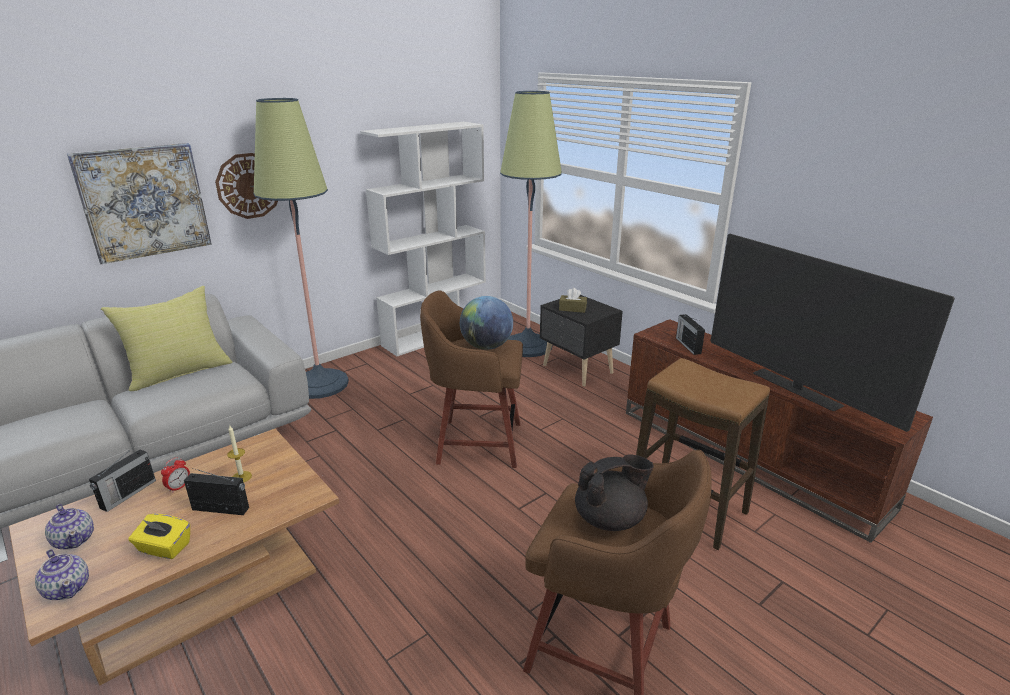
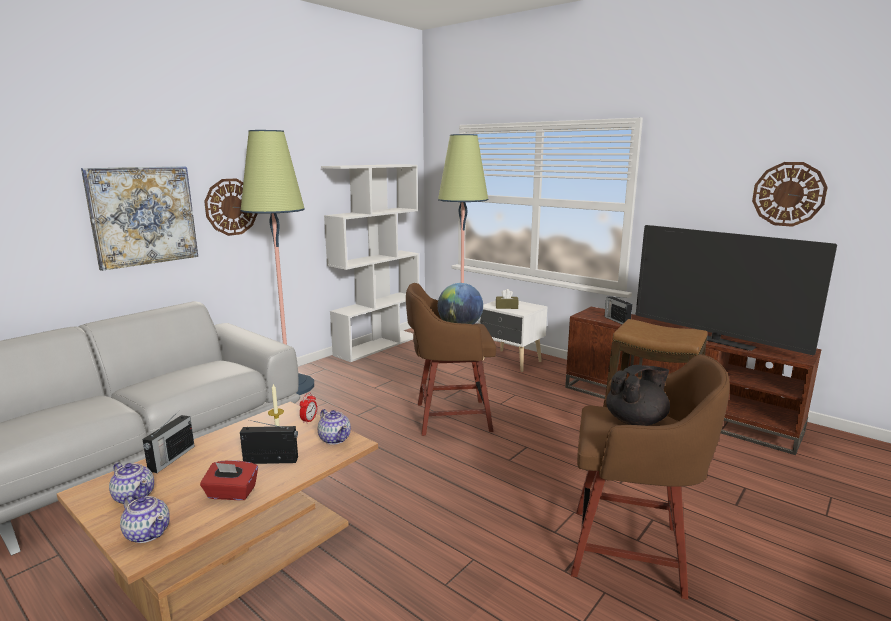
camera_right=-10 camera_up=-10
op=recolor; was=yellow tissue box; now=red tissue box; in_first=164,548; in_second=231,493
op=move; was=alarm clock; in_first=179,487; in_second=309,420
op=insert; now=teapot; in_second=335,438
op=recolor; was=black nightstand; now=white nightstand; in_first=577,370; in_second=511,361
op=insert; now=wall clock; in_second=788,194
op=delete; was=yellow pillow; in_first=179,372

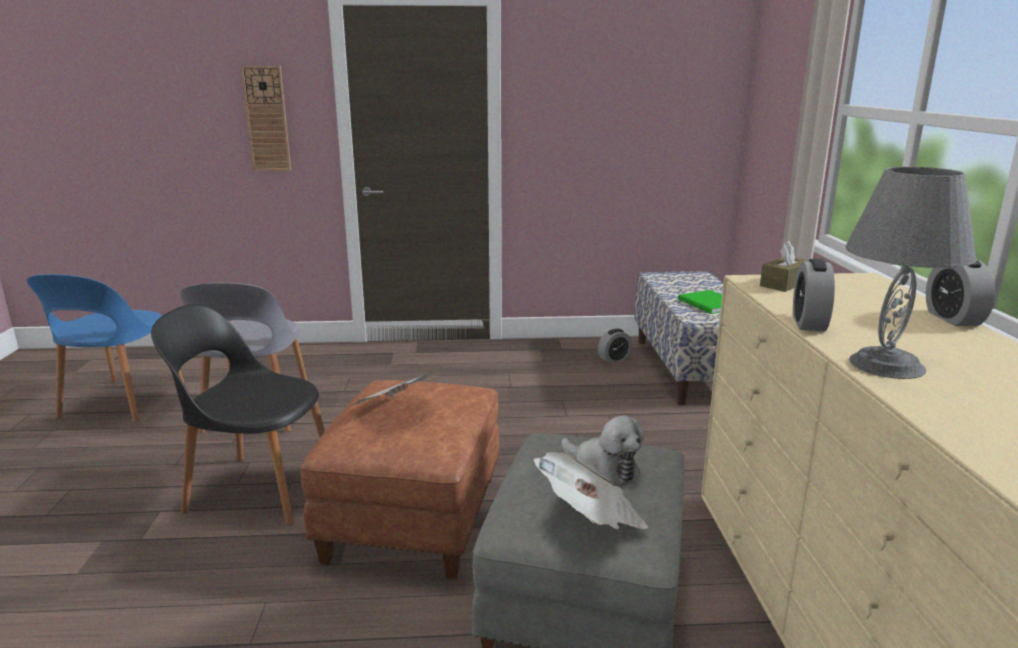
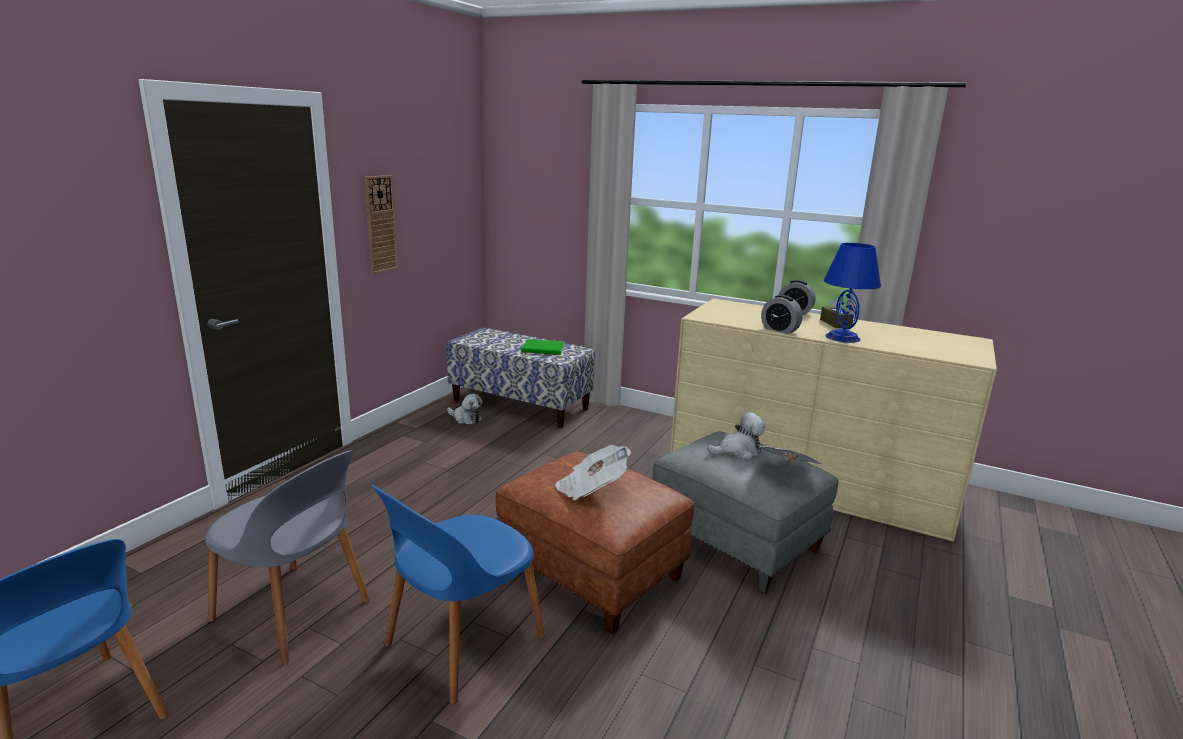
camera_right=-60 camera_up=0
op=move; was=wall clock; in_first=267,119; in_second=380,224
op=recolor; was=black chair; now=blue chair; in_first=258,489; in_second=461,643
op=replace; was=alarm clock; now=plush toy; in_first=614,359; in_second=465,418
op=move; was=brown tissue box; in_first=784,284; in_second=835,323
op=recolor; was=grey table lamp; now=blue table lamp; in_first=886,364; in_second=842,337

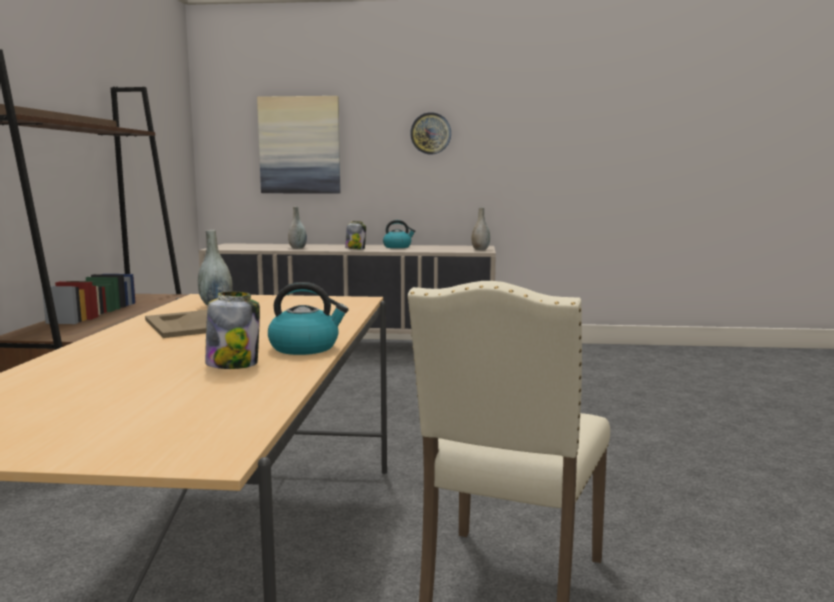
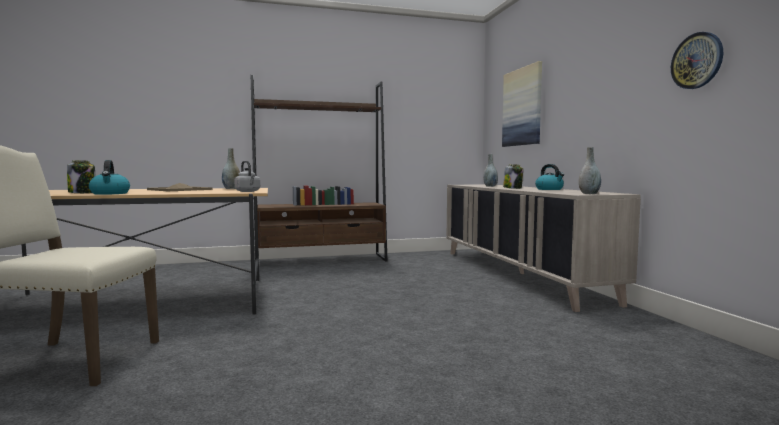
camera_right=70 camera_up=-5
op=insert; now=grey kettle; in_second=248,191
op=move; was=wall clock; in_first=430,133; in_second=697,61

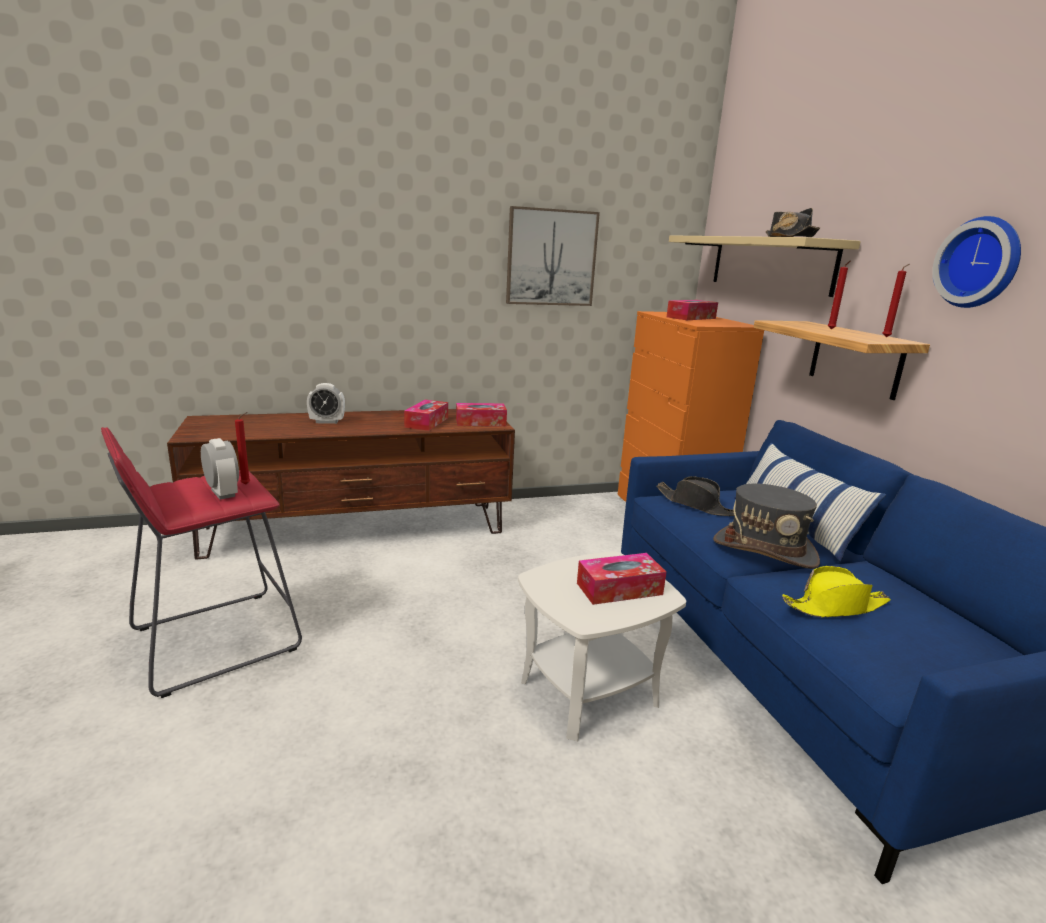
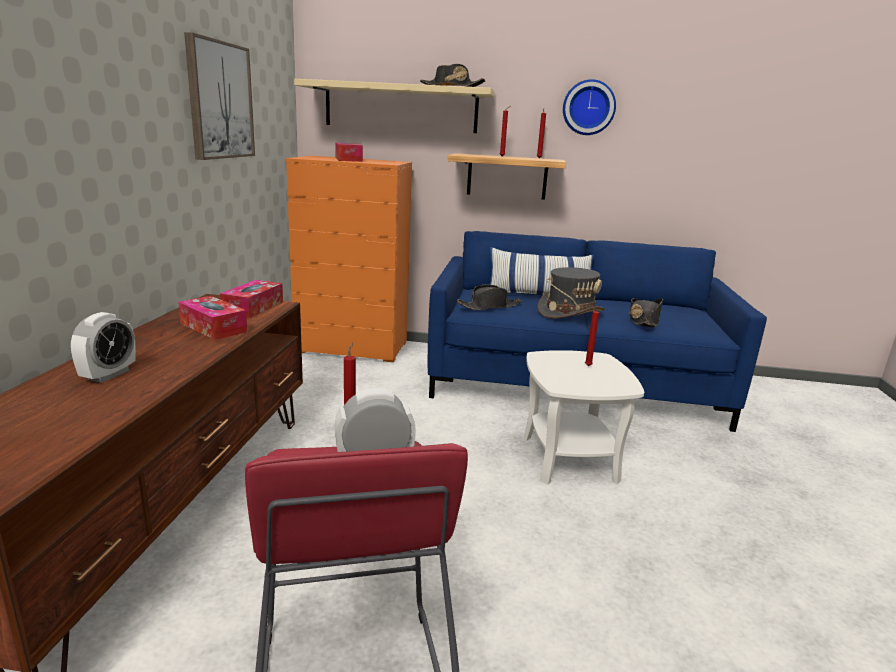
camera_right=-65 camera_up=0
op=replace; was=tissue box; now=red candle; in_first=619,589; in_second=586,366
op=recolor; was=yellow hat; now=black hat; in_first=835,606; in_second=643,320

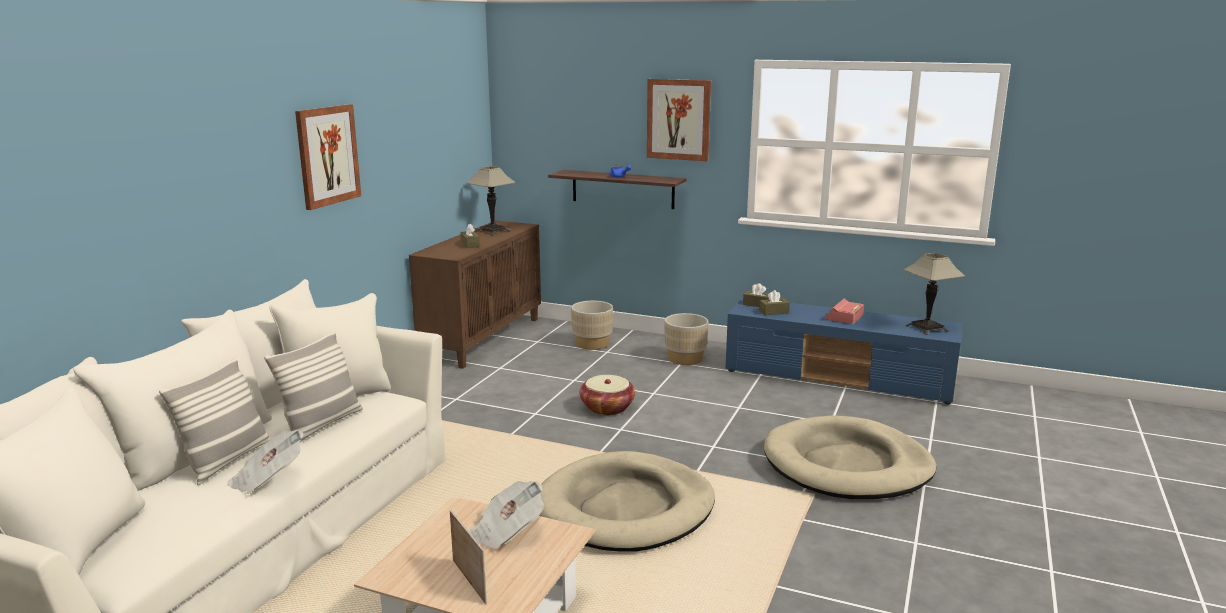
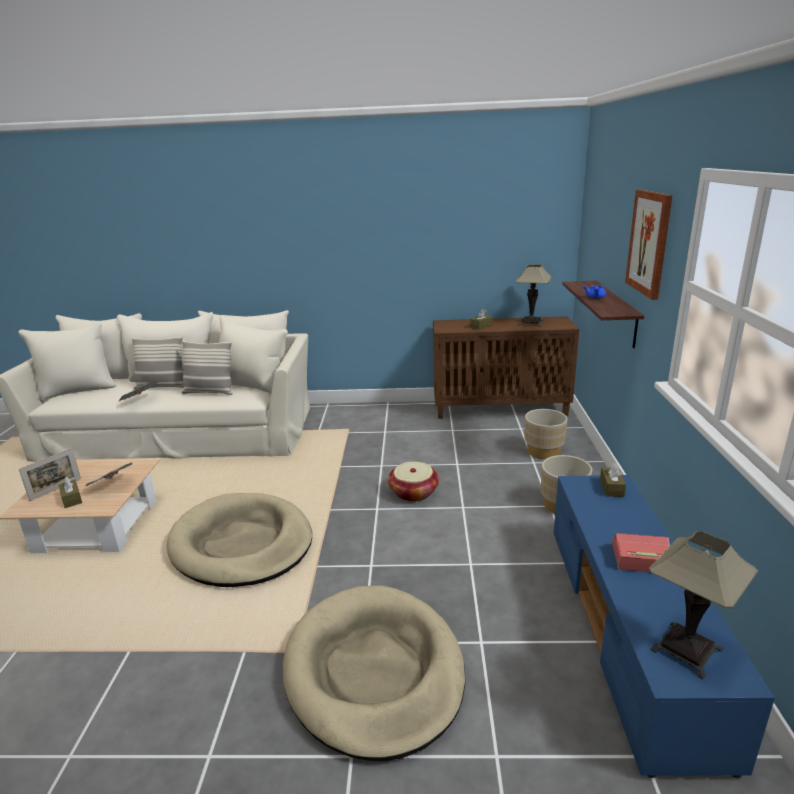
camera_right=70 camera_up=5
op=move; was=brown tissue box; in_first=773,312; in_second=71,499
op=delete; was=picture; in_first=327,155

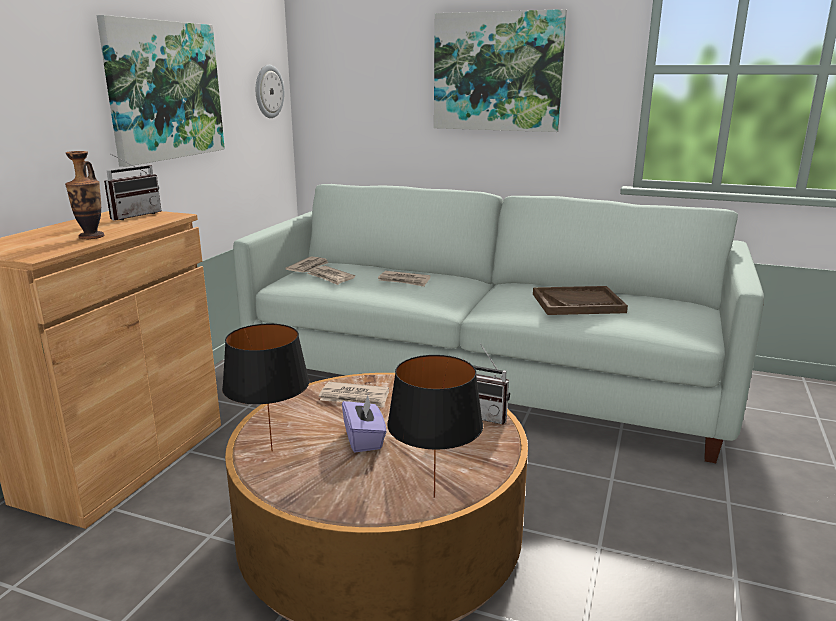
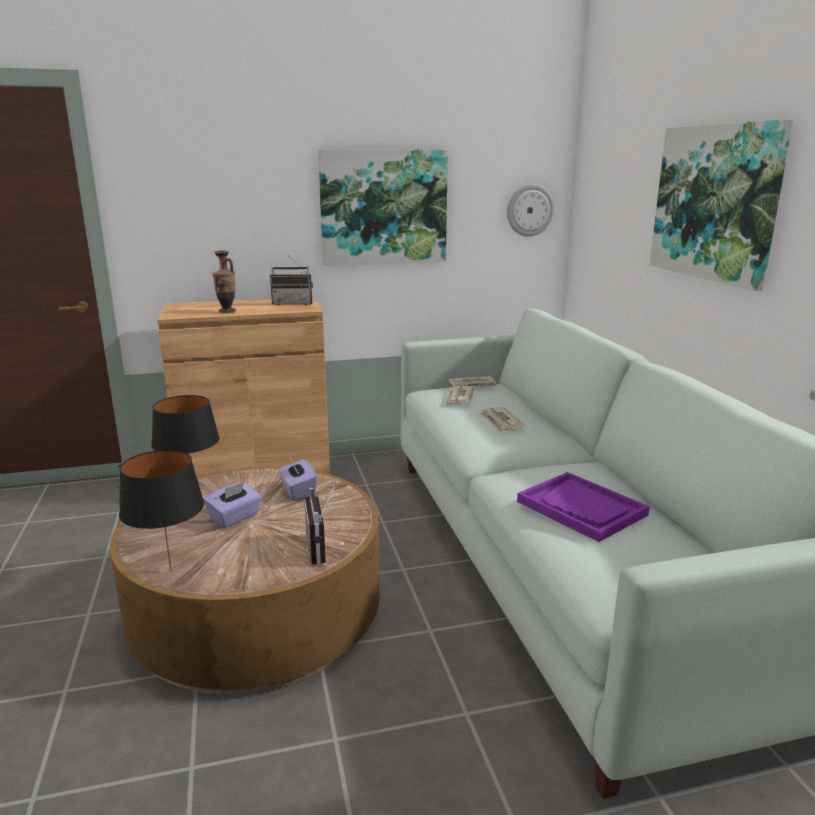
camera_right=55 camera_up=0
op=replace; was=newspaper; now=purple tissue box; in_first=354,397; in_second=298,492
op=recolor; was=brown tray; now=purple tray; in_first=578,303; in_second=581,508

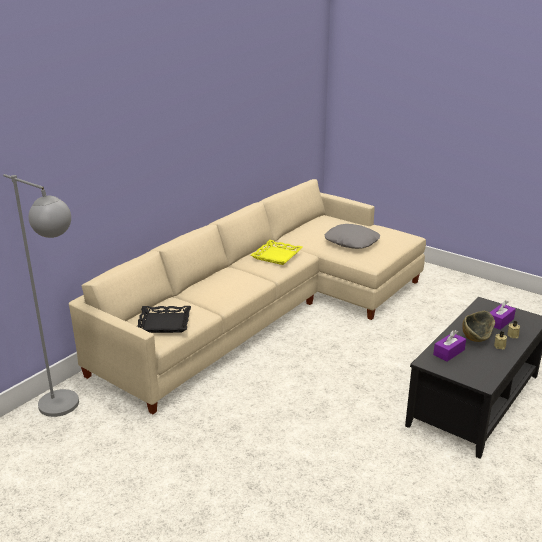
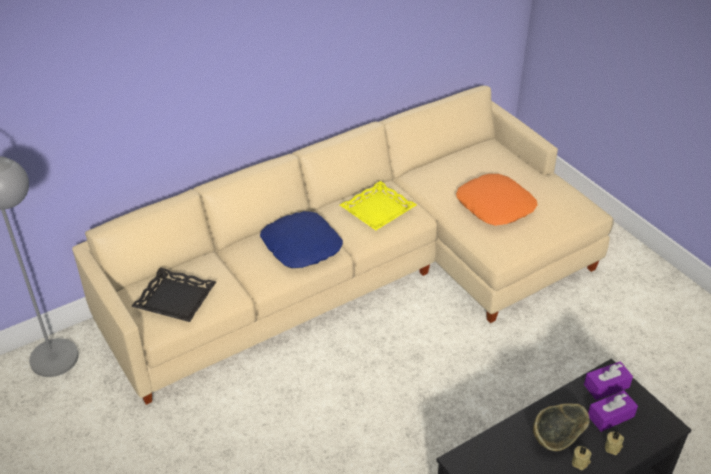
camera_right=20 camera_up=15
op=insert; now=blue pillow; in_second=301,246
op=recolor; was=grey pillow; now=orange pillow; in_first=352,242; in_second=495,206
op=move; was=purple tissue box; in_first=449,352; in_second=606,386

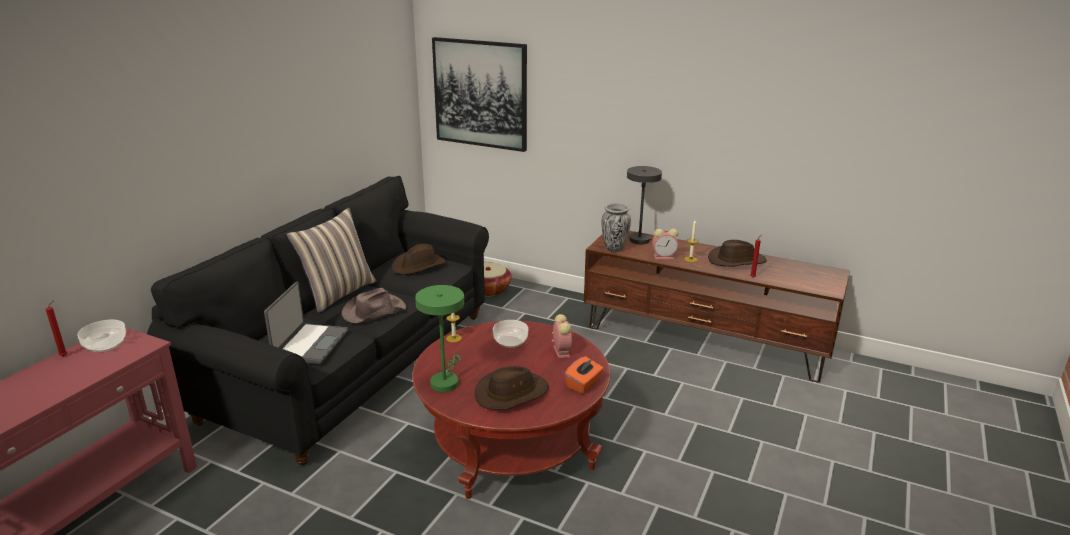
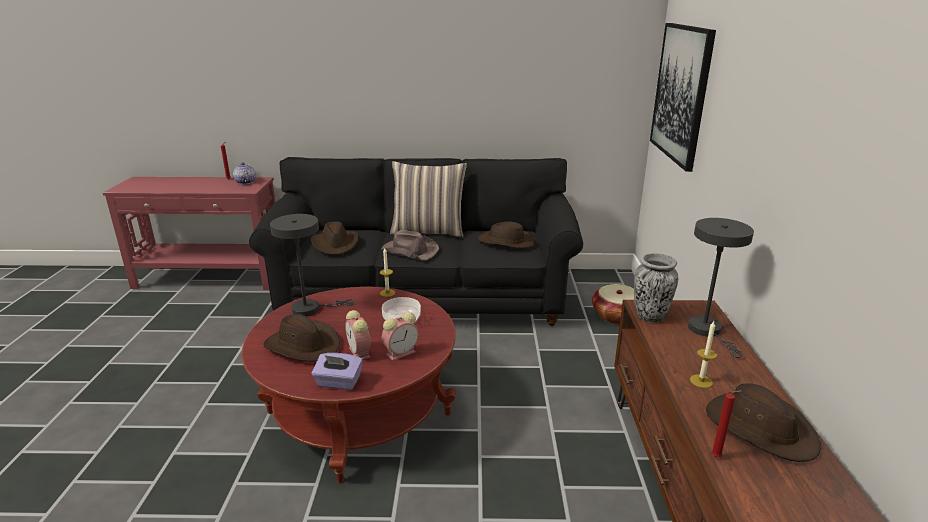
camera_right=65 camera_up=0
op=replace; was=bowl; now=teapot; in_first=105,345; in_second=245,182
op=recolor; was=green table lamp; now=grey table lamp; in_first=445,381; in_second=311,309
op=replace; was=laptop; now=brown hat; in_first=310,344; in_second=335,244
op=recolor; was=orange tissue box; now=purple tissue box; in_first=583,385; in_second=338,383
op=move; was=alarm clock; in_first=664,257; in_second=360,353

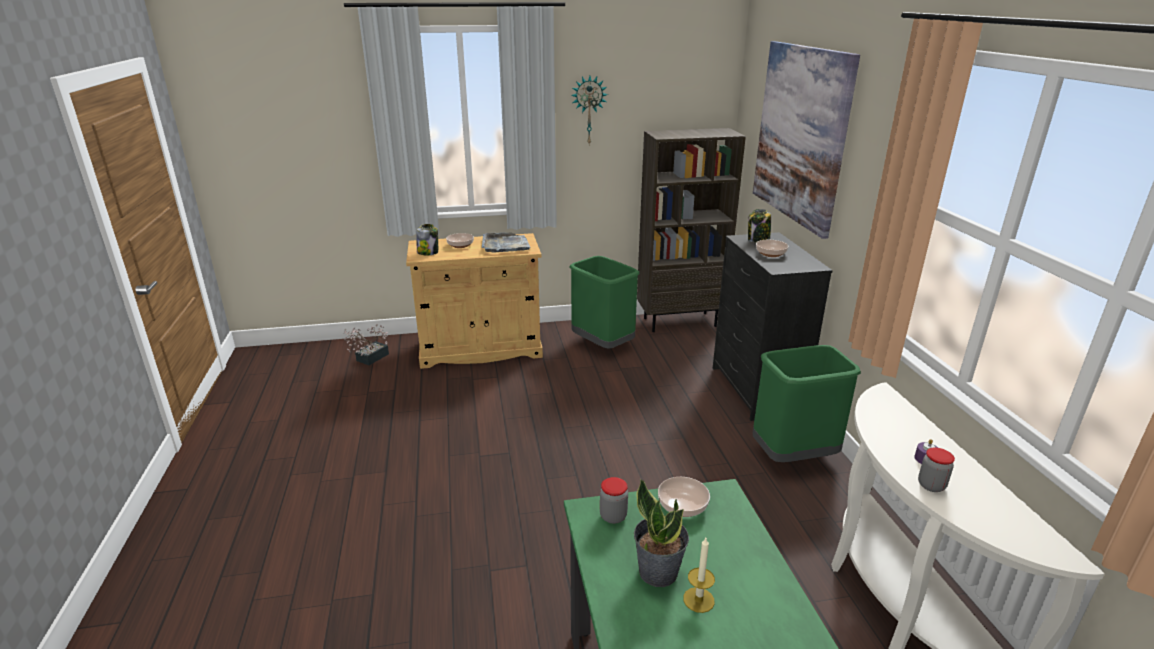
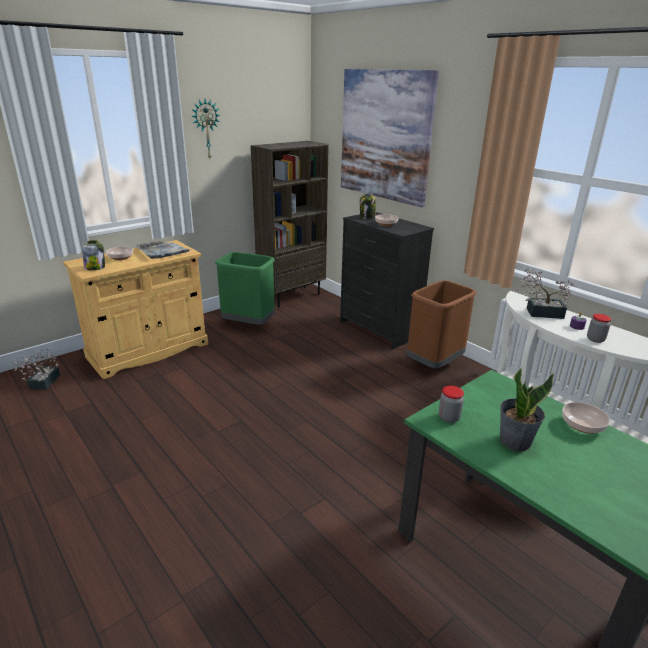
camera_right=-30 camera_up=0
op=recolor; was=green trash can; now=brown trash can; in_first=793,455; in_second=434,363
op=insert; now=potted plant; in_second=540,312
op=move; was=bowl; in_first=682,506; in_second=582,426
op=delete; was=candle; in_first=698,600

